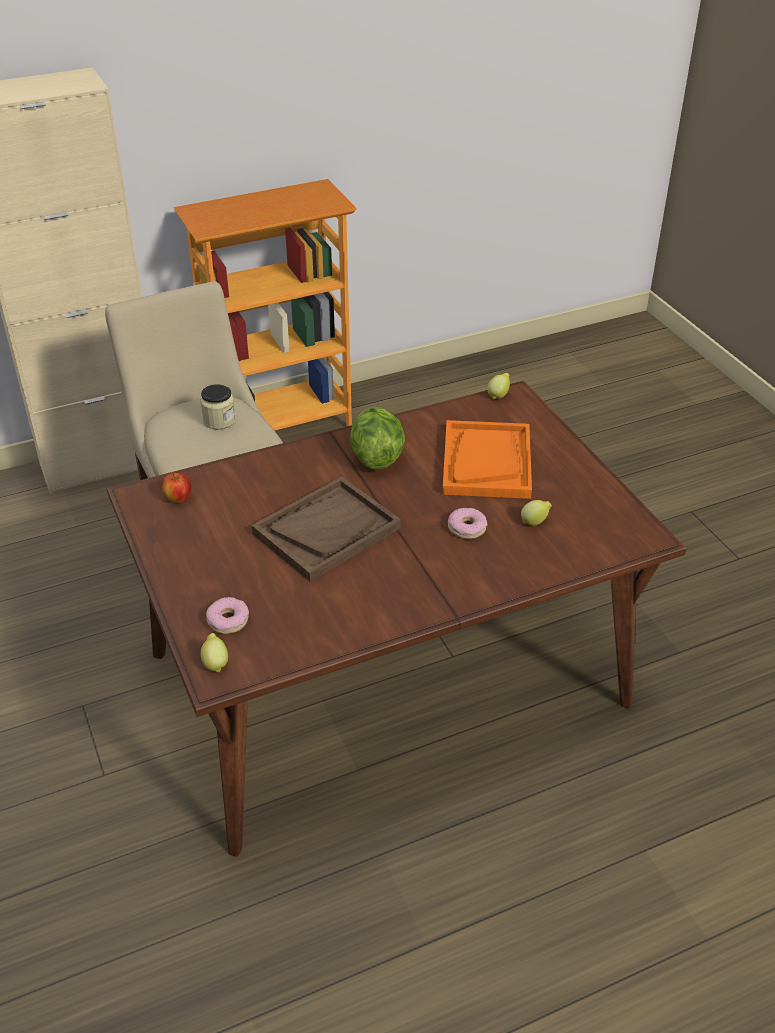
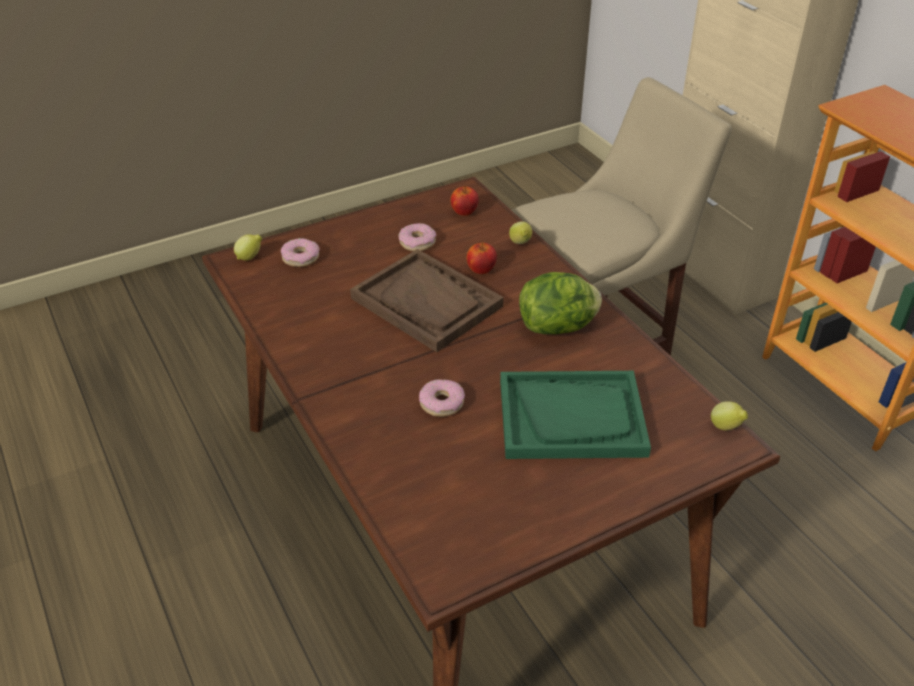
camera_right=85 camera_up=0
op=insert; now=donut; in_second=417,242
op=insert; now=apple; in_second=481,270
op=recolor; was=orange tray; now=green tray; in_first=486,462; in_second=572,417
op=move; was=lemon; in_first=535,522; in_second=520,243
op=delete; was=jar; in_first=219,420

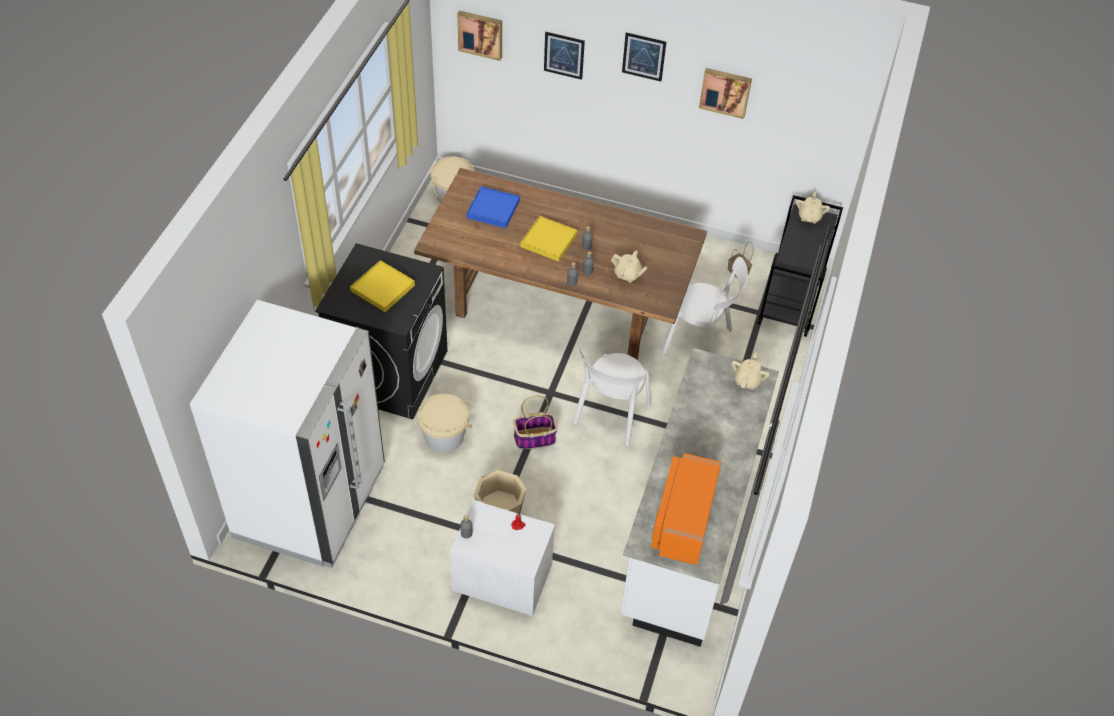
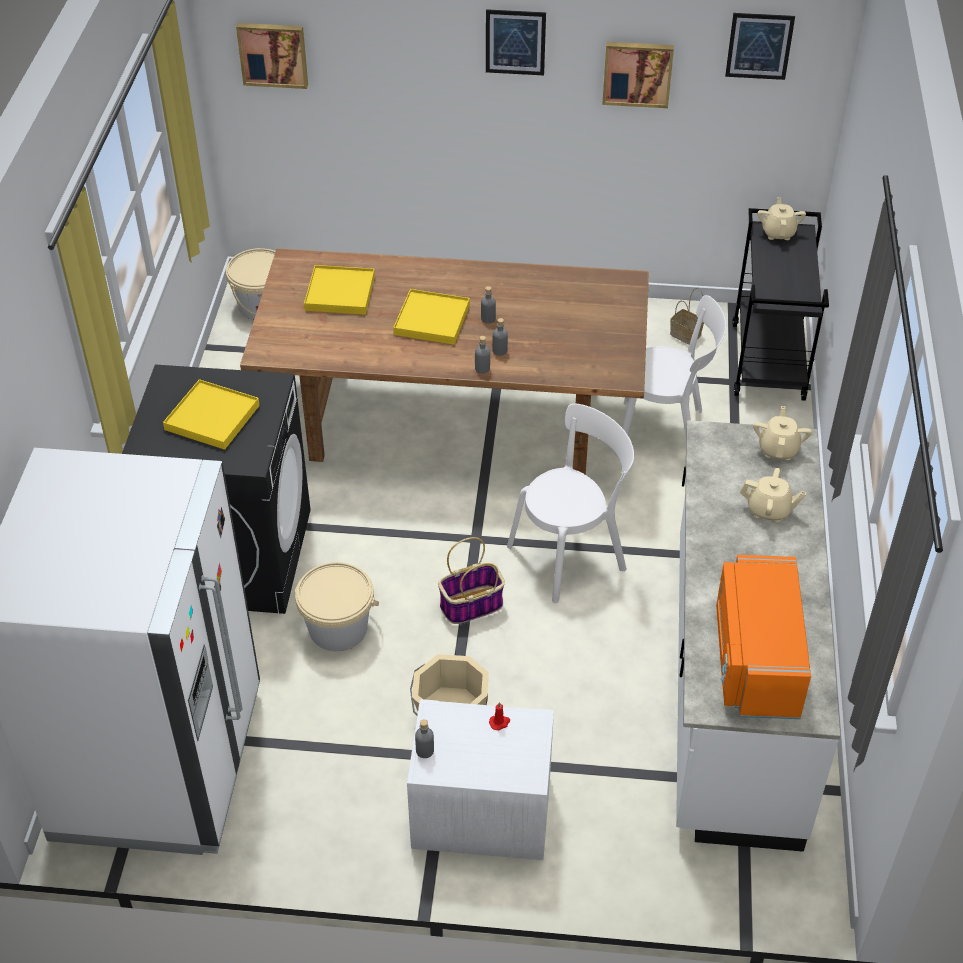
camera_right=-10 camera_up=-5
op=recolor; was=blue tray; now=yellow tray; in_first=493,209; in_second=340,293
op=rotate; was=white chair; in_first=610,416; in_second=571,555; clockwise=-135
op=move; was=picture; in_first=564,55; in_second=759,46
op=move; was=beige teapot; in_first=627,275; in_second=769,510

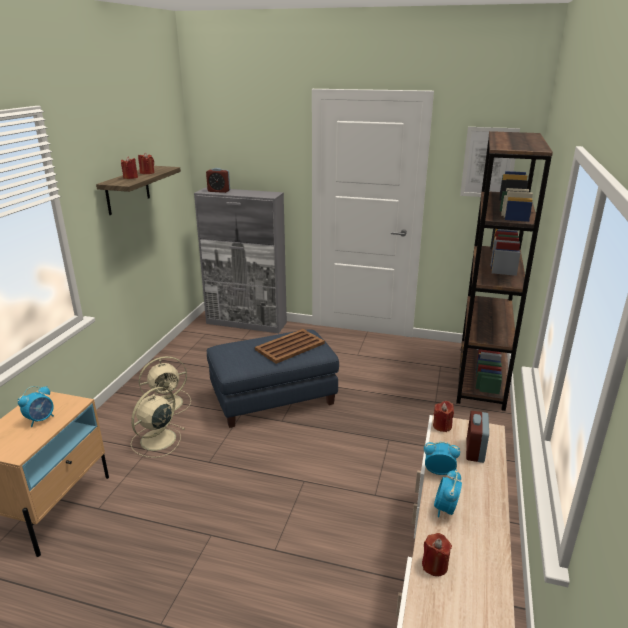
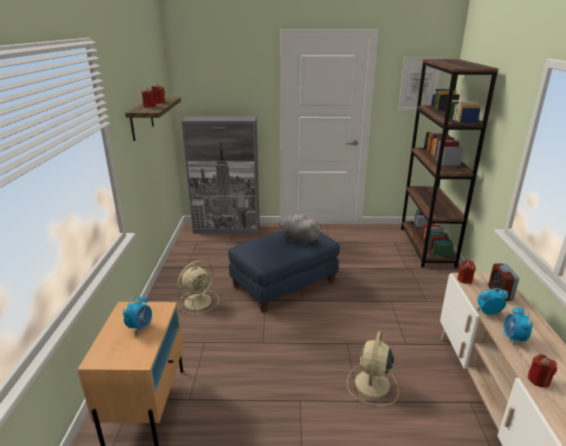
camera_right=-15 camera_up=0
op=replace; was=brown tray; now=grey plush toy; in_first=289,347; in_second=298,239
op=move; was=beige fan; in_first=157,440; in_second=372,385
op=delete; was=alarm clock; in_first=219,191

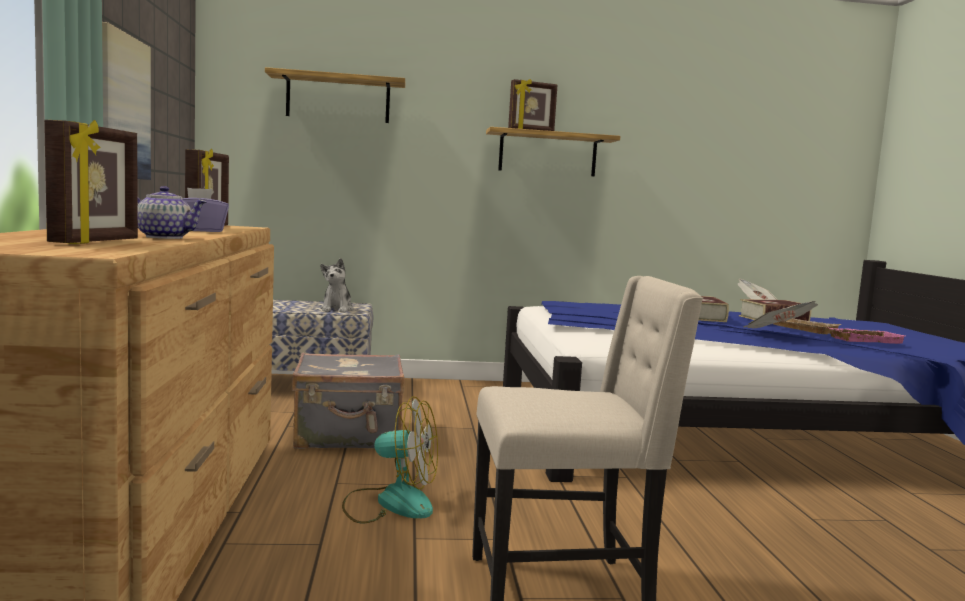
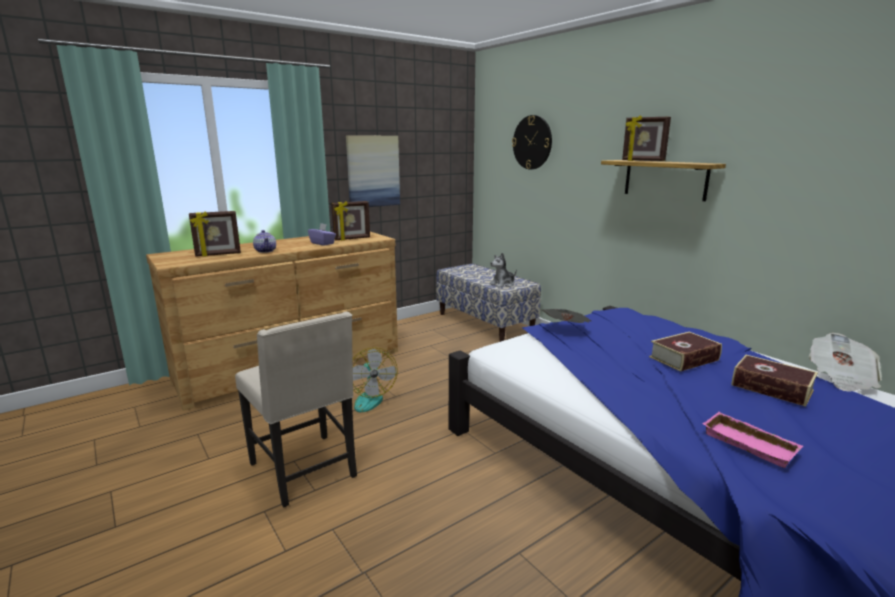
camera_right=60 camera_up=10
op=replace; was=shelf; now=wall clock; in_first=338,99; in_second=532,142
op=move; was=newspaper; in_first=777,334; in_second=566,329
op=delete; was=grey suitcase; in_first=348,436
op=delete; was=beige tray; in_first=801,329

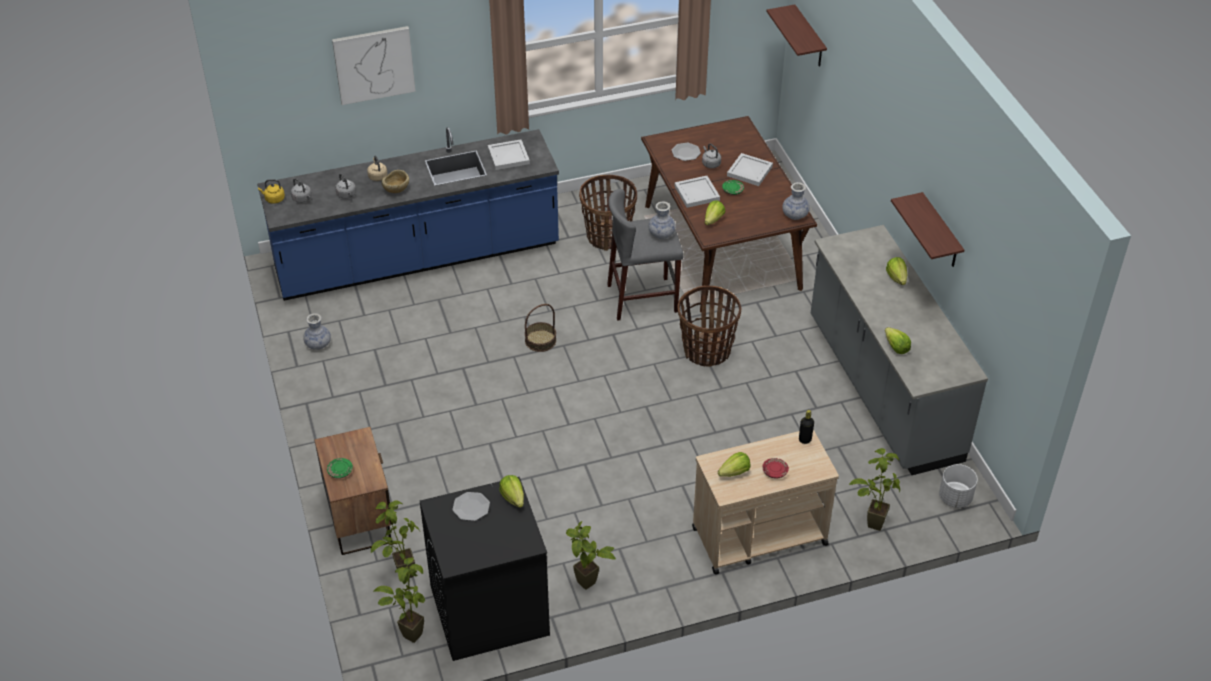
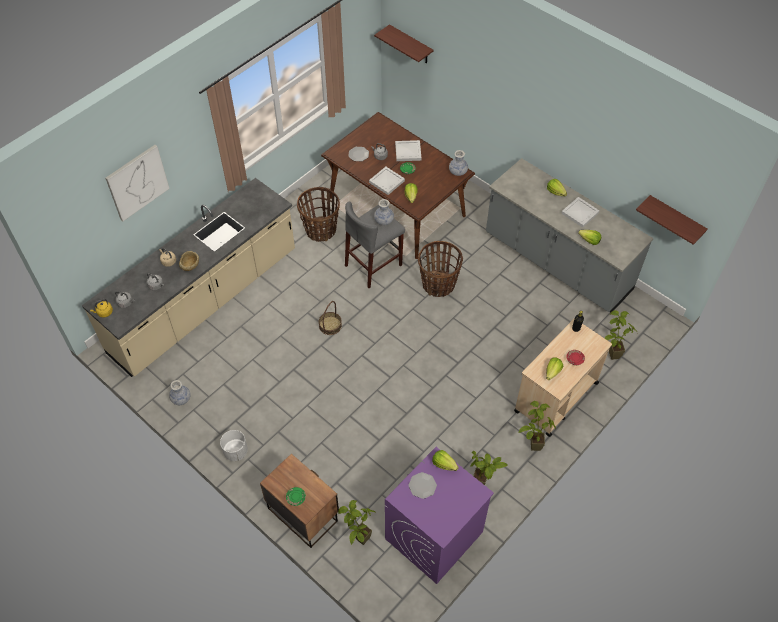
camera_right=-30 camera_up=10
op=recolor; was=blue counter; now=beige counter; in_first=417,259; in_second=205,302
op=move; was=white planter; in_first=955,498; in_second=236,451
op=recolor; was=black washing machine; now=purple washing machine; in_first=488,611; in_second=433,536
op=move; was=potted plant; in_first=408,631; in_second=530,445
op=move; was=white tray; in_first=508,156; in_second=579,213
op=move; was=shelf; in_first=940,232; in_second=675,219

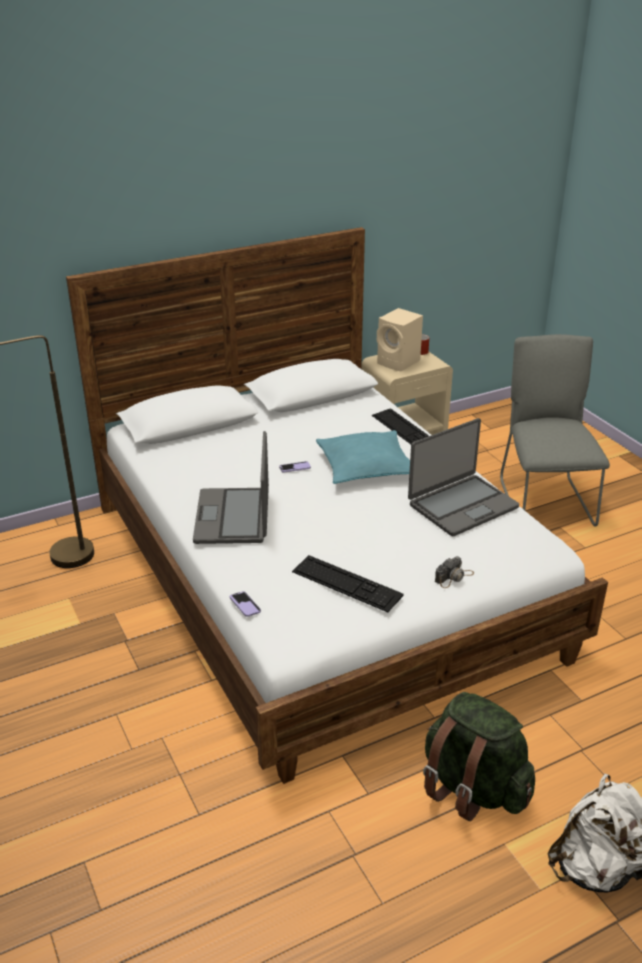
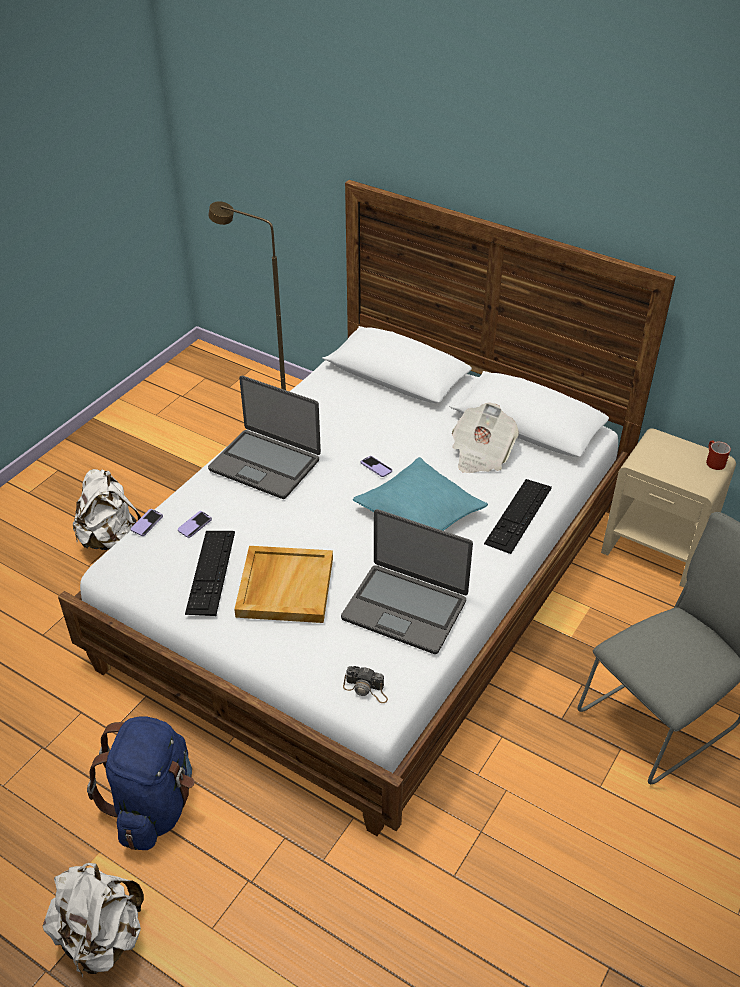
camera_right=60 camera_up=10
op=insert; now=white backpack; in_second=111,538
op=recolor; was=green backpack; now=blue backpack; in_first=472,788; in_second=154,805
op=insert; now=phone; in_second=195,525
op=rotate; was=laptop; in_first=233,517; in_second=265,464; clockwise=-120
op=insert; now=beige tray; in_second=284,586
op=move; was=photo camera; in_first=454,577; in_second=366,689
op=insert; now=newspaper; in_second=481,454
op=delete; was=beige speaker; in_first=399,362

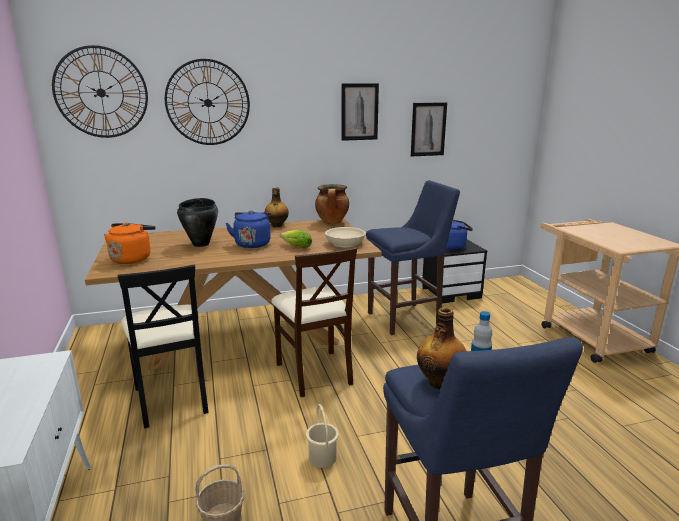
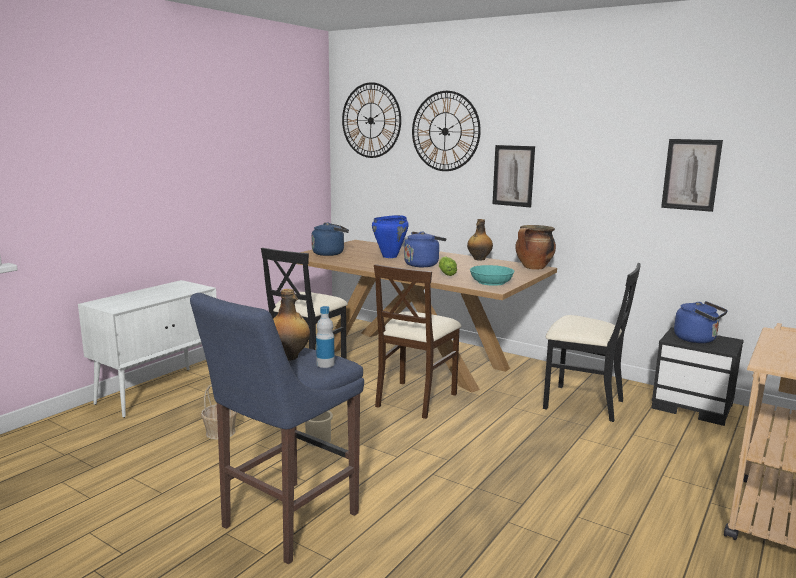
camera_right=50 camera_up=-5
op=recolor; was=orange kettle; now=blue kettle; in_first=132,258; in_second=330,253
op=recolor; was=black cooking pot; now=blue cooking pot; in_first=201,244; in_second=390,256
op=recolor; was=beige bowl; now=turquoise bowl; in_first=345,243; in_second=491,282
op=move; was=picture; in_first=359,112; in_second=513,176
op=replace; was=blue stool; now=black chair; in_first=407,318; in_second=582,403

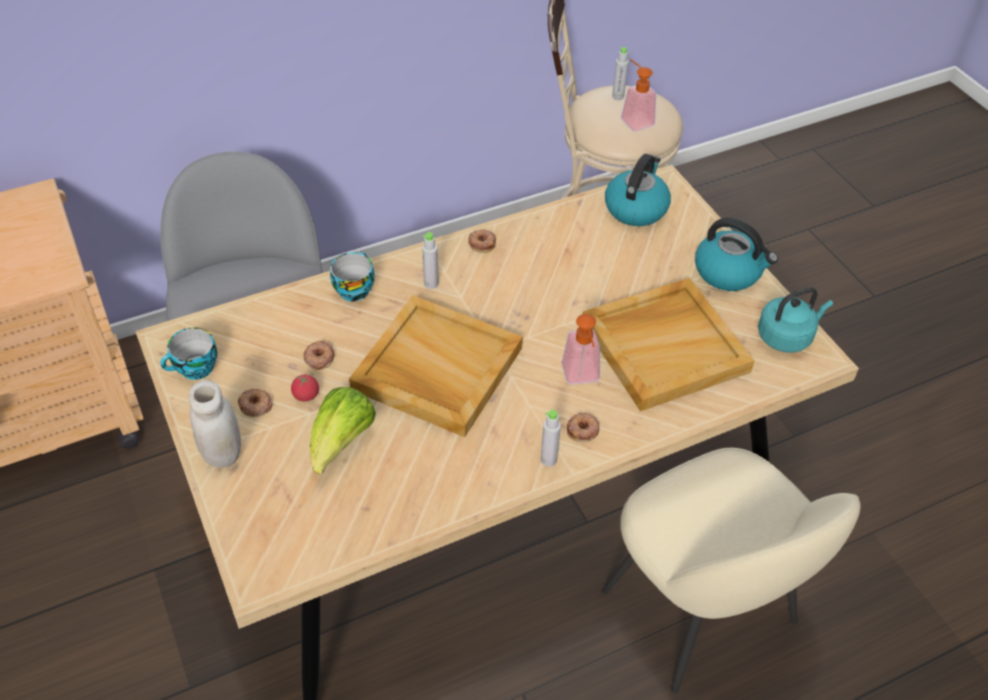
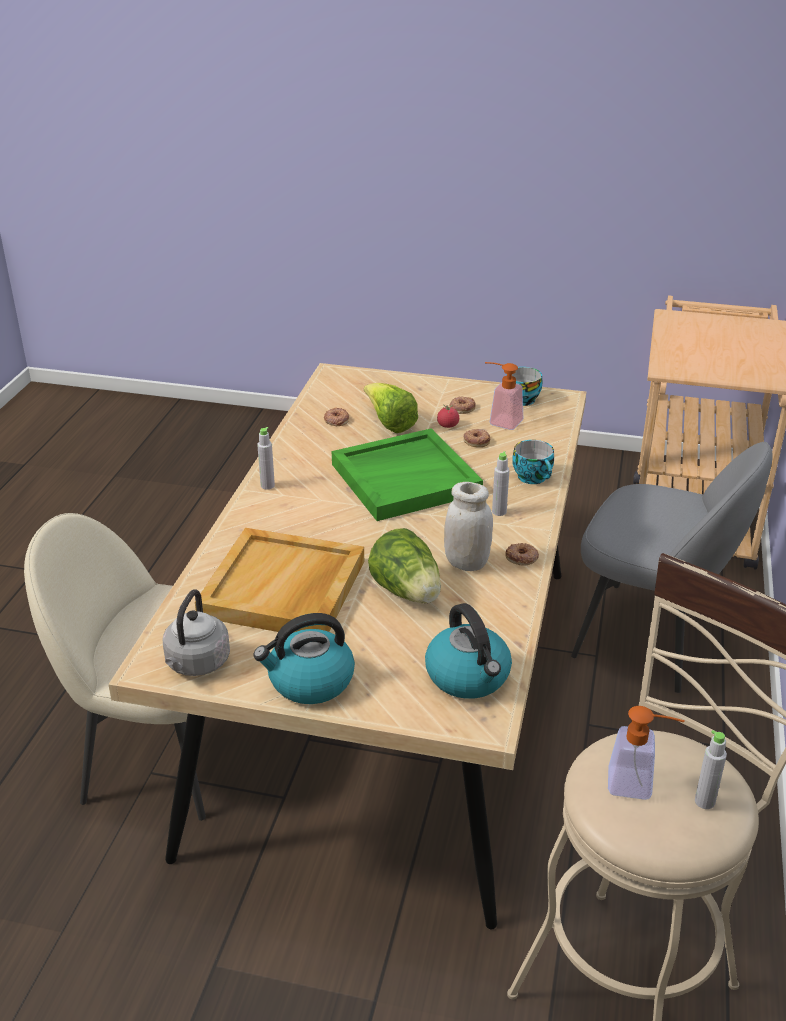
camera_right=130 camera_up=-15
op=recolor; was=turquoise kettle; now=grey kettle; in_first=787,336; in_second=196,664
op=move; was=donut; in_first=583,430; in_second=336,420
op=recolor; was=beige tray; now=green tray; in_first=436,369; in_second=406,478
op=insert; now=lettuce; in_second=407,592
op=move; was=white jar; in_first=223,453; in_second=466,563
op=move; was=soap dispenser; in_first=581,377; in_second=500,421

